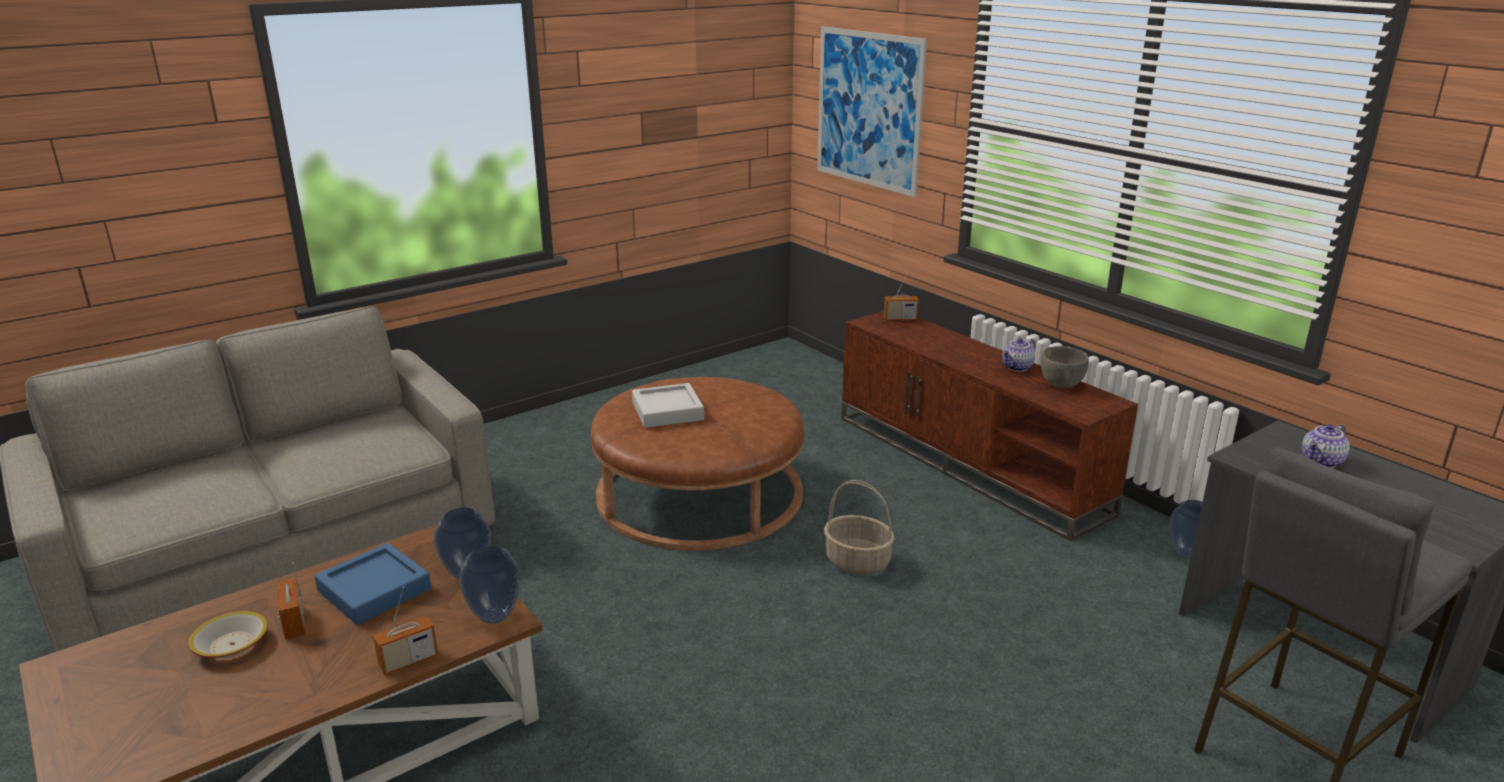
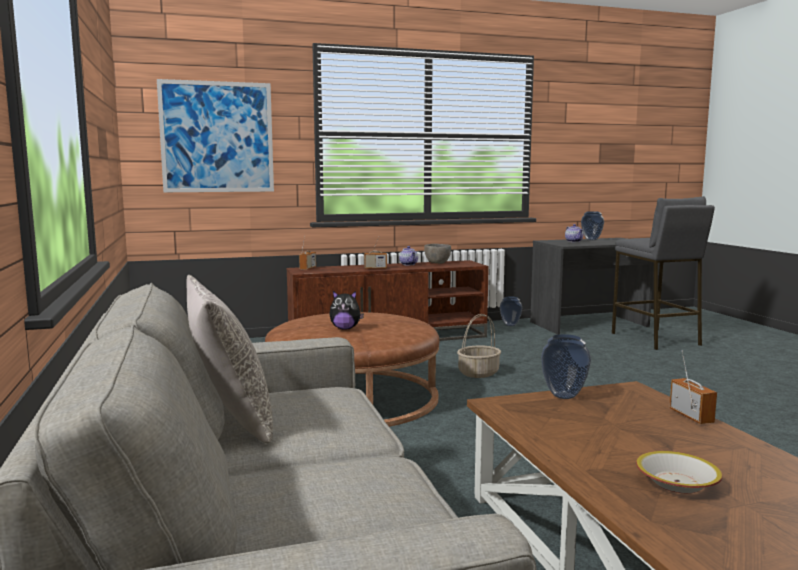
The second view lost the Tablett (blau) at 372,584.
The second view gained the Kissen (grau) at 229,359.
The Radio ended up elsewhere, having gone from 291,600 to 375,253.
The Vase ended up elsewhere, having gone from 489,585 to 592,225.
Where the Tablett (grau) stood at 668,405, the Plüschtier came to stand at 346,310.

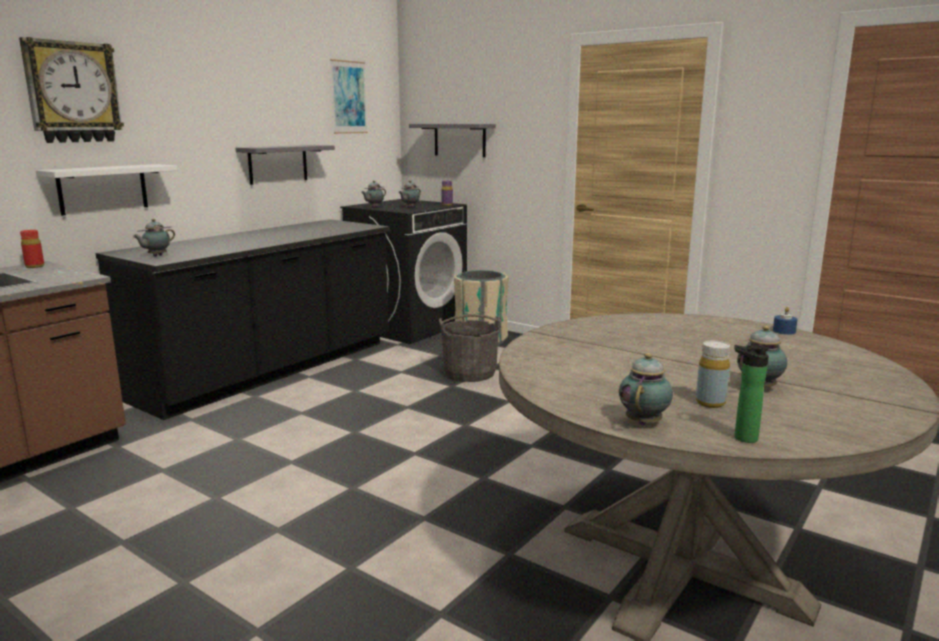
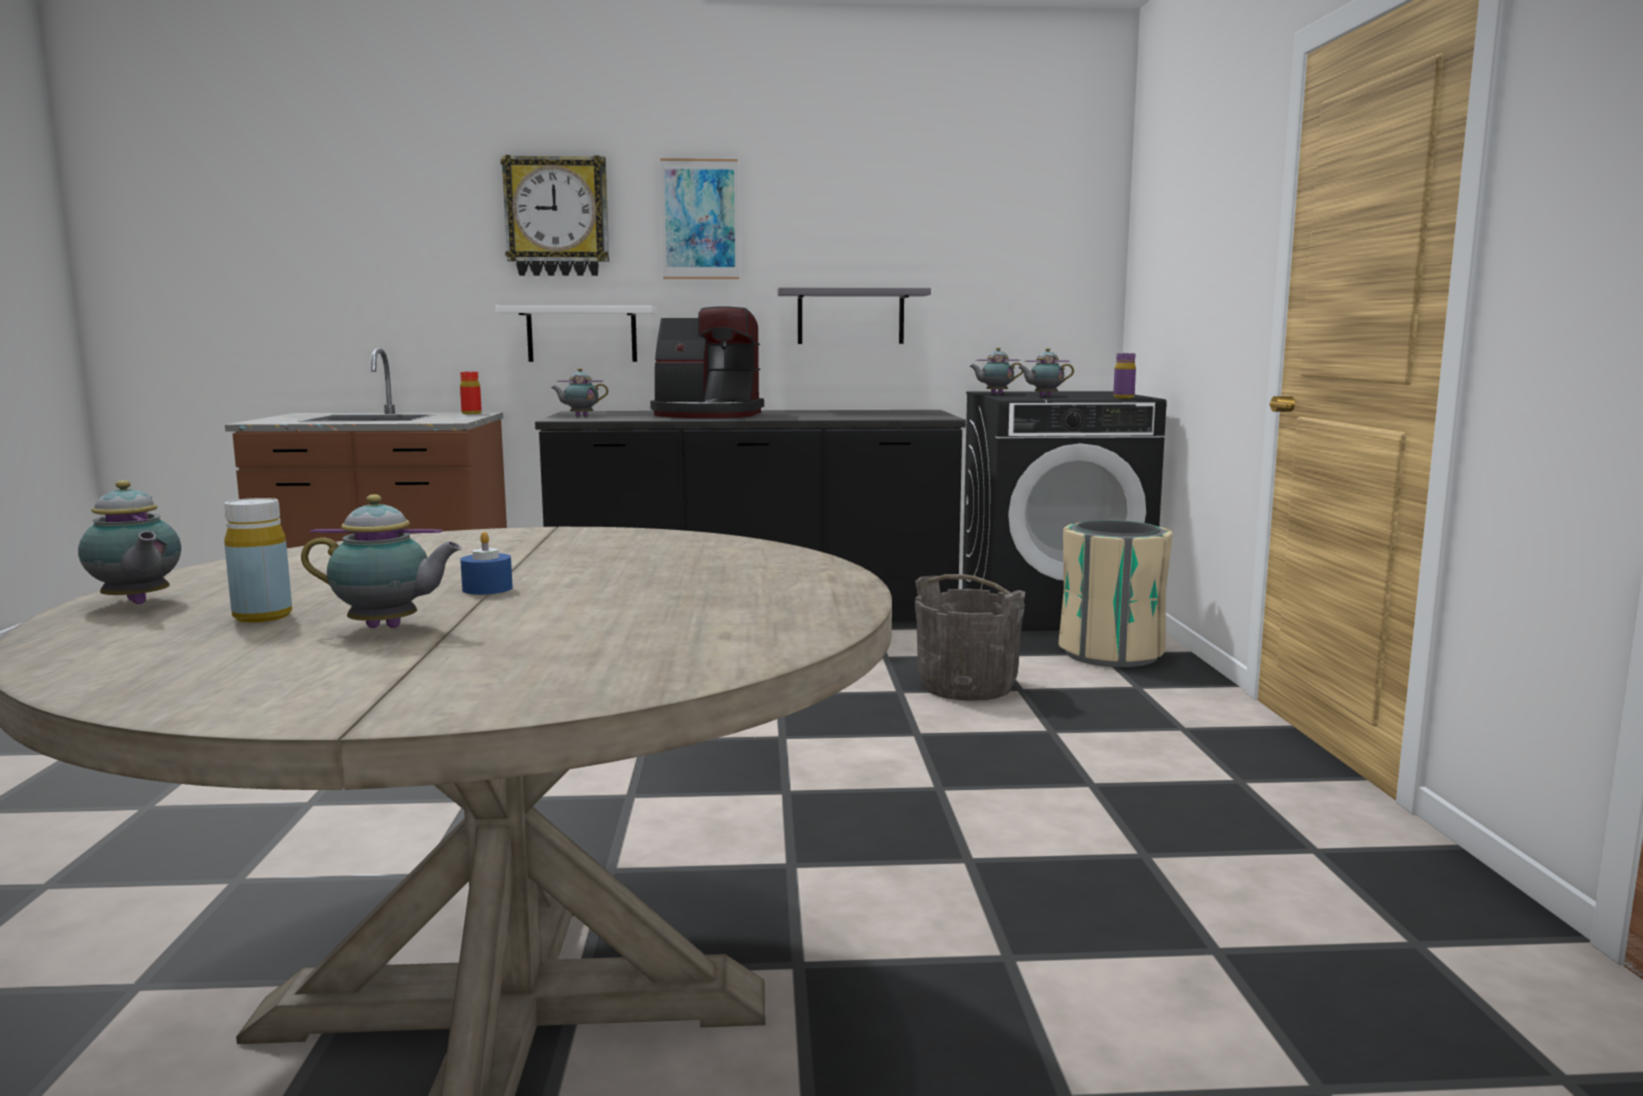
The second view lost the Wandregal (grau) at 452,140.
The second view lost the Flasche at 752,394.
The second view gained the Kaffeemaschine at 707,362.
The Bild ended up elsewhere, having gone from 349,96 to 699,218.
The Kerze (blau) ended up elsewhere, having gone from 785,321 to 486,563.
The Teekanne at 646,389 ended up facing another way, 60 degrees clockwise from before.

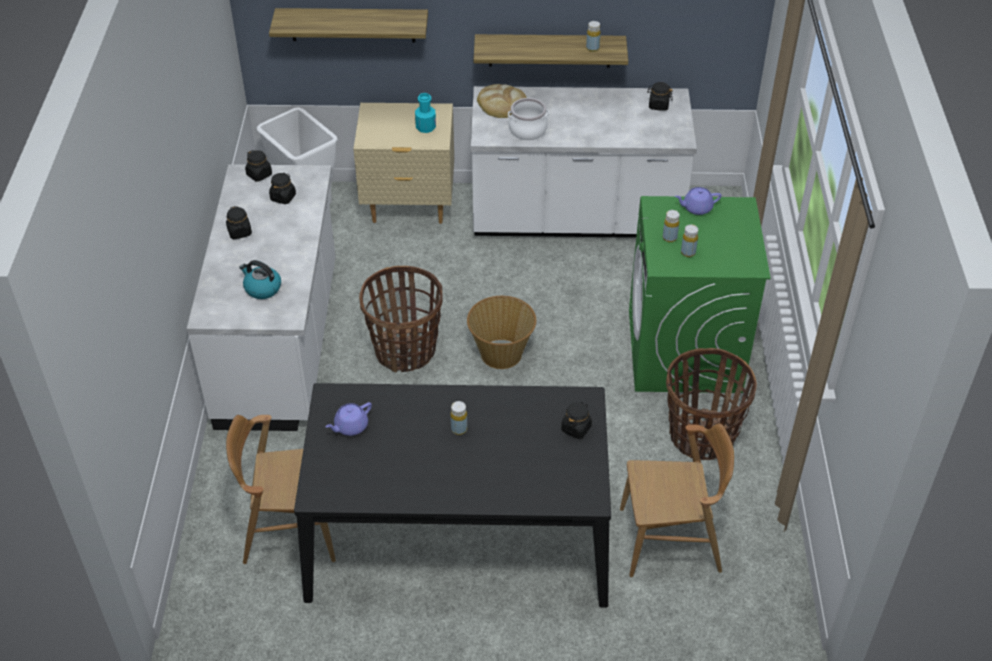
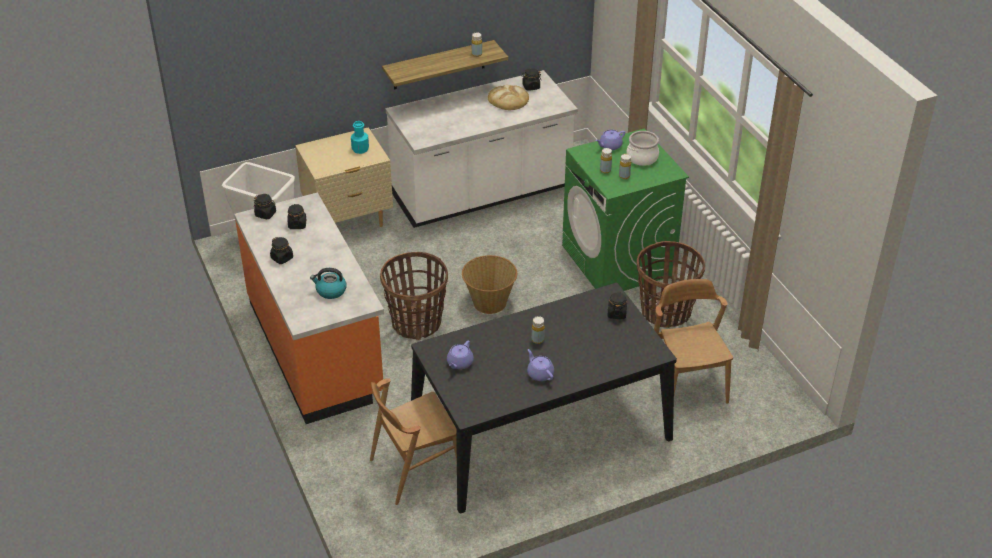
The second view lost the Wandregal at 348,25.
The second view gained the Teekanne (lila) at 540,365.
The Brot ended up elsewhere, having gone from 502,101 to 508,97.
The Kochtopf ended up elsewhere, having gone from 528,119 to 643,148.
What was the Küchenzeile (weiß) at 261,297 turned into the Küchenzeile (orange) at 309,308.
The Stuhl (braun) at 677,500 ended up facing another way, 75 degrees counterclockwise from before.

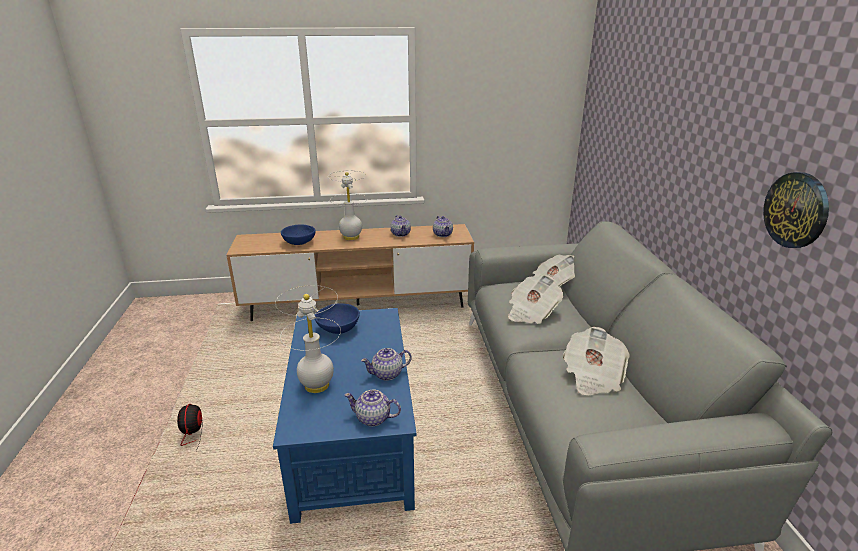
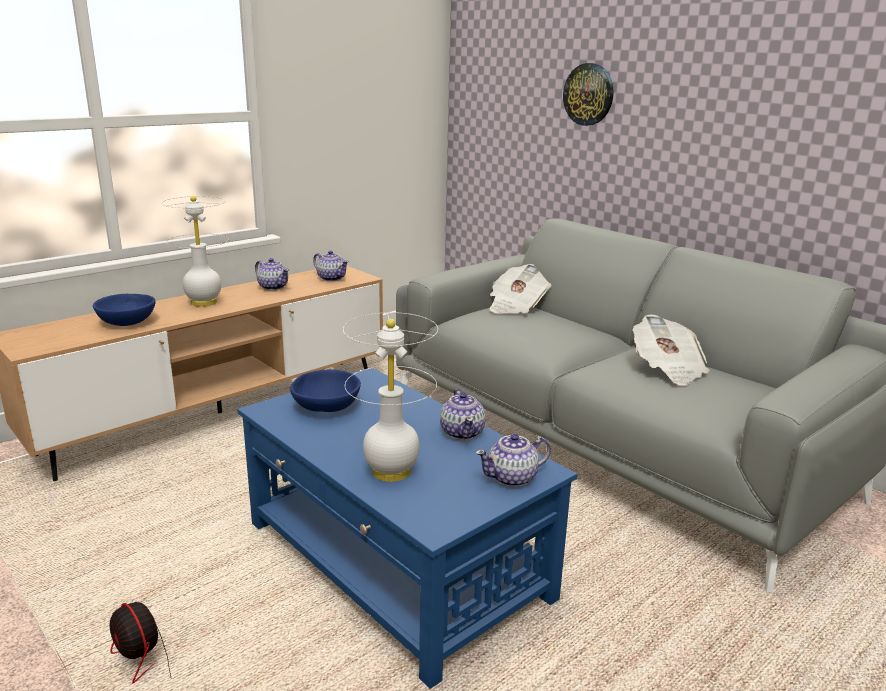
The second view lost the Zeitung at 535,299.
The Wanduhr ended up elsewhere, having gone from 796,210 to 588,94.
The Teekanne at 386,364 ended up facing another way, 45 degrees counterclockwise from before.

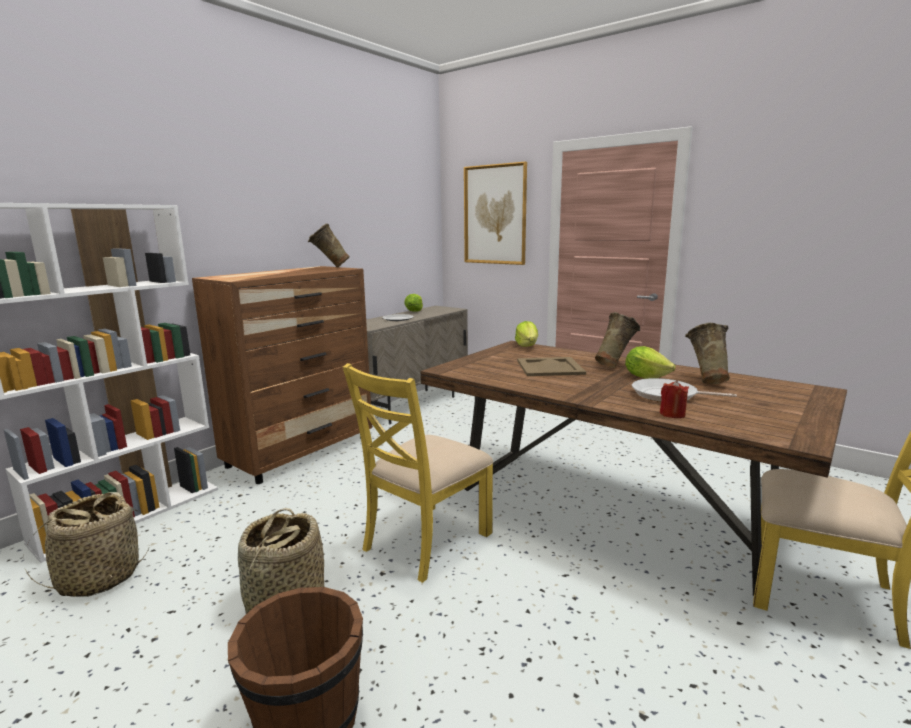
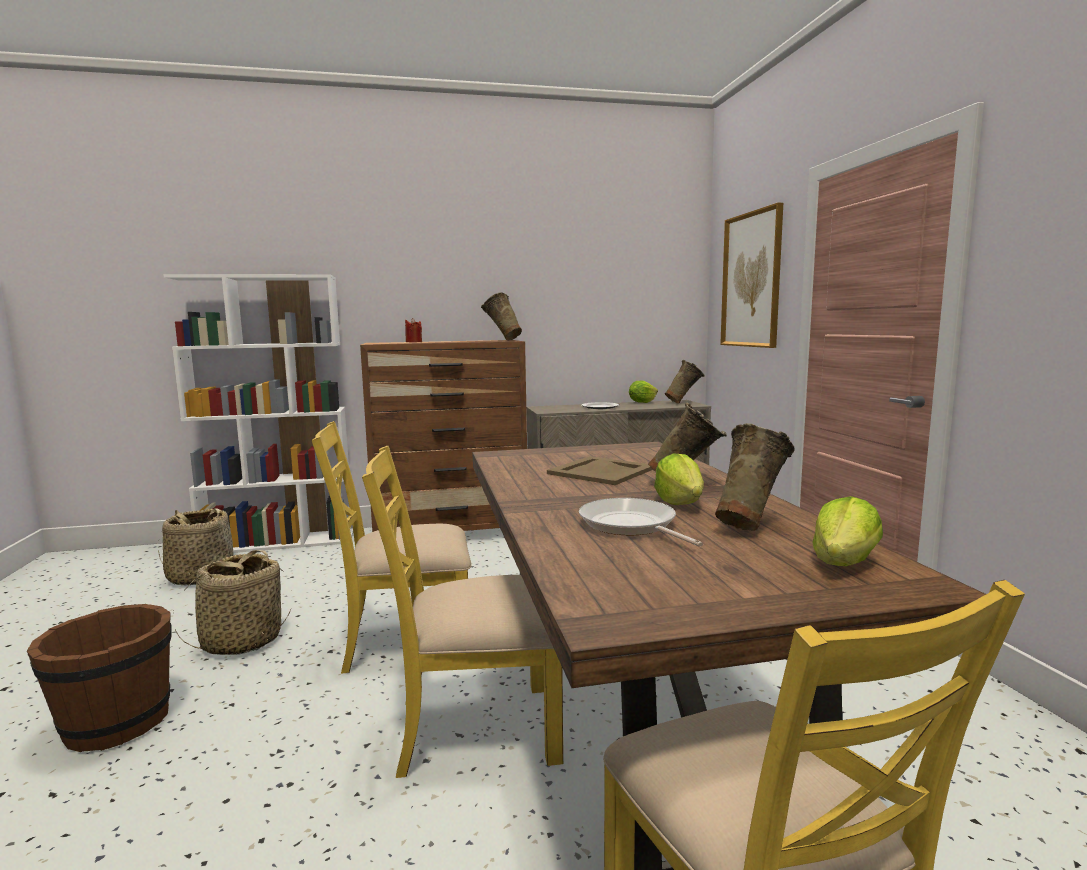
The second view gained the Stuhl (gelb) at 462,611.
The second view gained the Vase (beige) at 684,382.
The Salatkopf ended up elsewhere, having gone from 526,334 to 847,531.
The Kerze (rot) ended up elsewhere, having gone from 674,399 to 413,330.

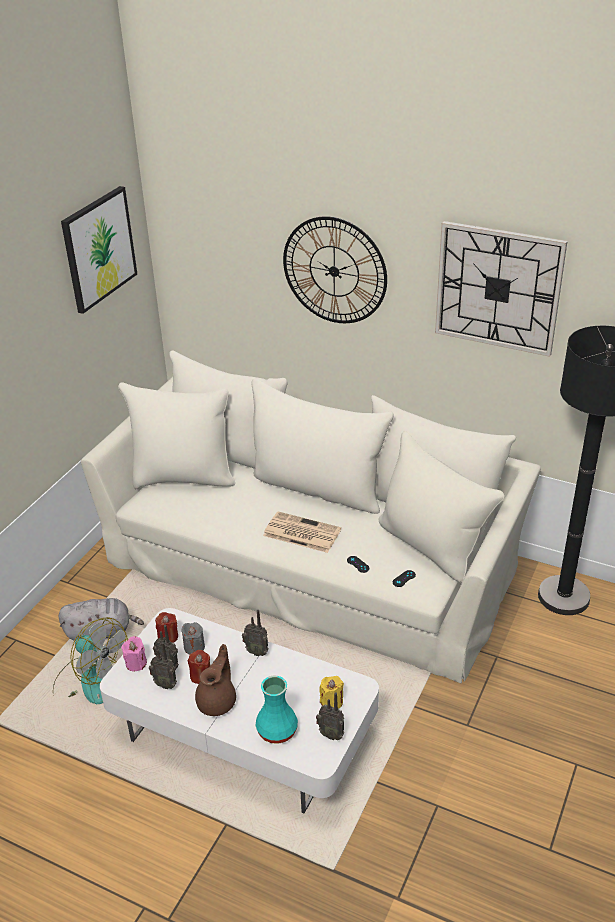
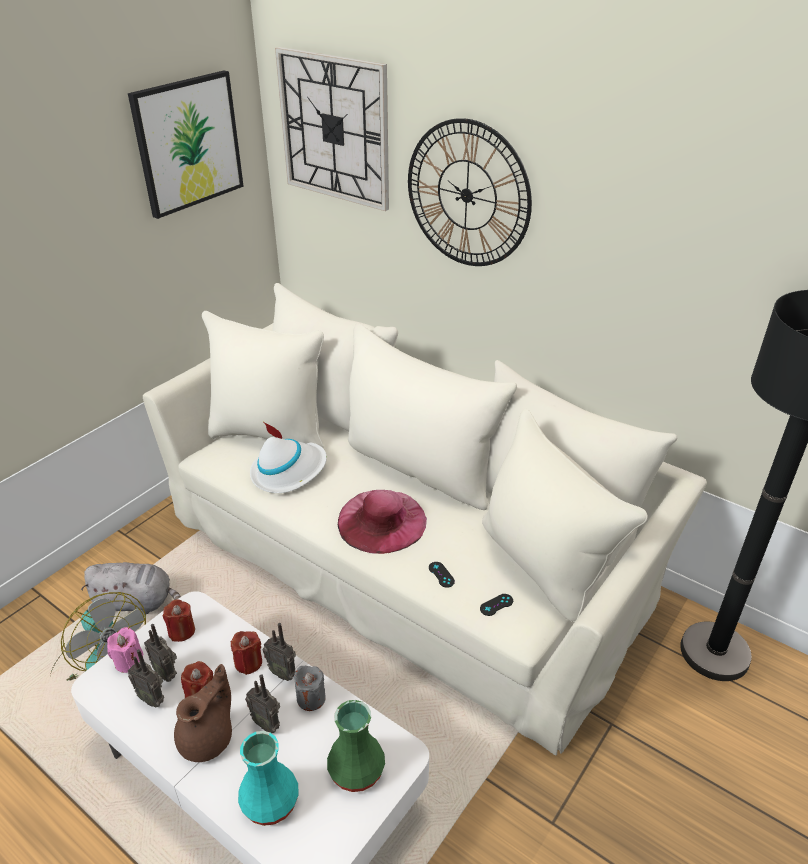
The second view gained the Kerze (rot) at 246,653.
The second view gained the Hut (weiß) at 288,457.
The Kerze (grau) ended up elsewhere, having gone from 193,638 to 310,688.
The Radio ended up elsewhere, having gone from 330,716 to 262,703.
The Wanduhr ended up elsewhere, having gone from 501,289 to 332,129.
Where the Zeitung stood at 302,532, the Hut (rosa) came to stand at 382,522.
Where the Kerze (gelb) stood at 331,692, the Vase (grün) came to stand at 356,746.

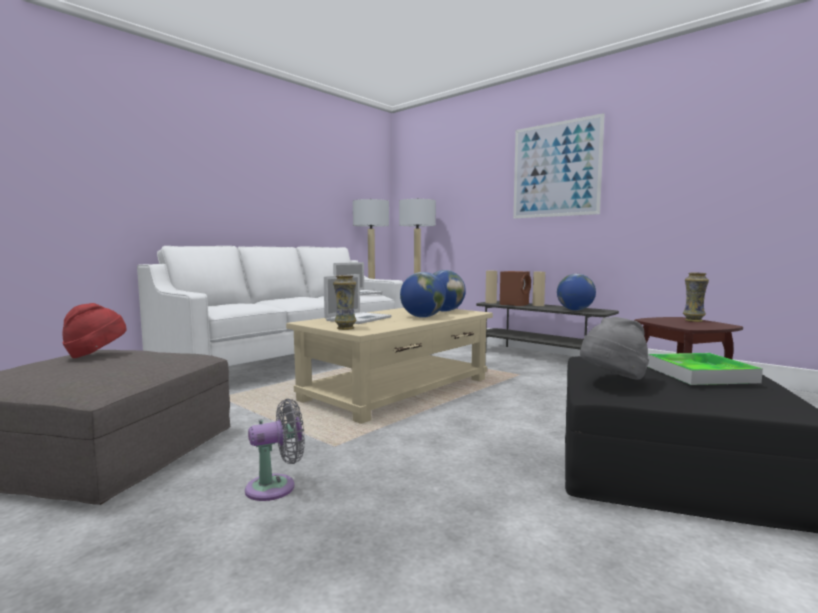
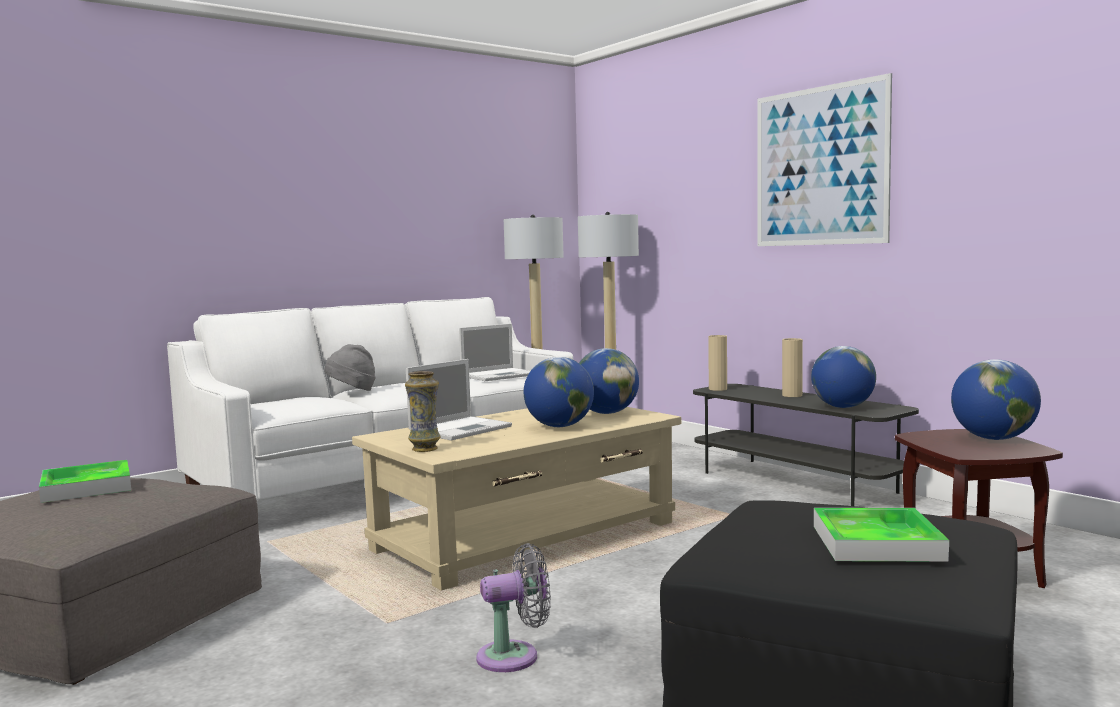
The second view lost the Lautsprecher (braun) at 515,288.
The Ventilator (grau) ended up elsewhere, having gone from 275,449 to 513,607.
The Hut (grau) ended up elsewhere, having gone from 614,348 to 350,367.
Where the Hut (rot) stood at 94,330, the Tablett came to stand at 85,481.
Where the Vase stood at 696,297, the Globus came to stand at 996,399.

